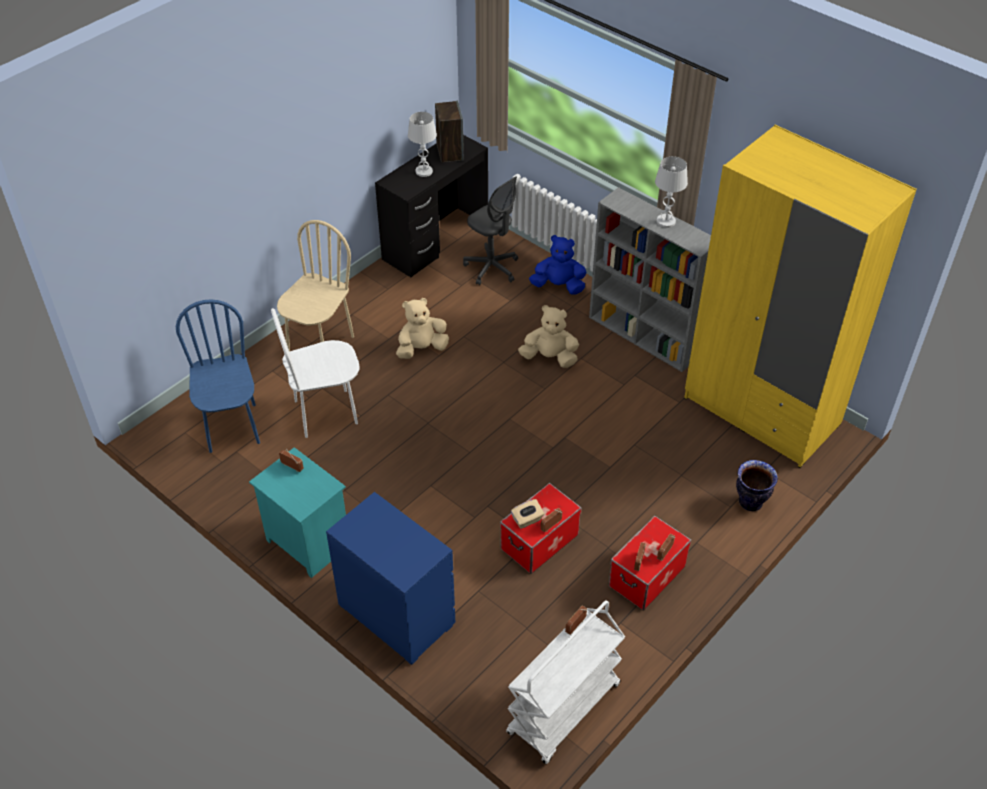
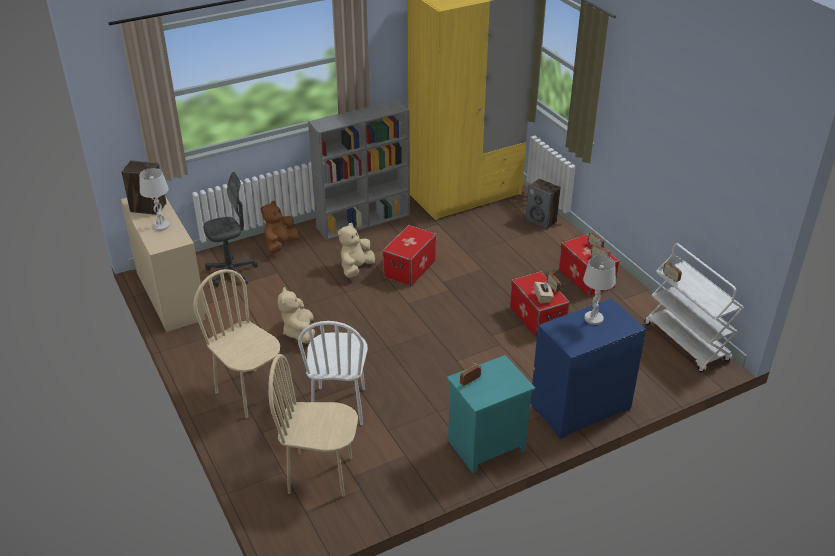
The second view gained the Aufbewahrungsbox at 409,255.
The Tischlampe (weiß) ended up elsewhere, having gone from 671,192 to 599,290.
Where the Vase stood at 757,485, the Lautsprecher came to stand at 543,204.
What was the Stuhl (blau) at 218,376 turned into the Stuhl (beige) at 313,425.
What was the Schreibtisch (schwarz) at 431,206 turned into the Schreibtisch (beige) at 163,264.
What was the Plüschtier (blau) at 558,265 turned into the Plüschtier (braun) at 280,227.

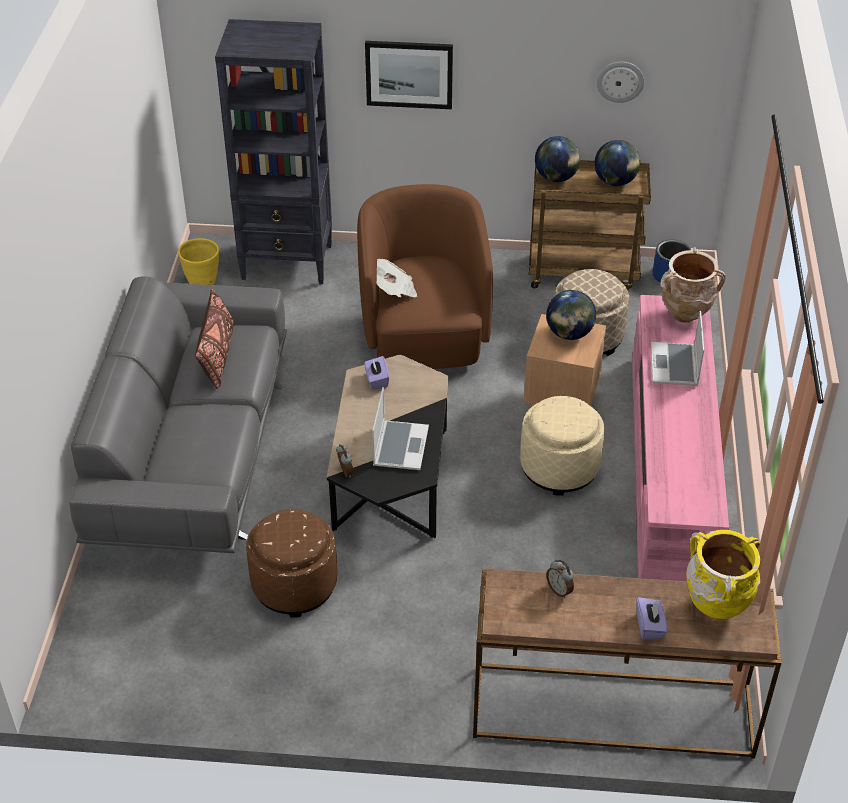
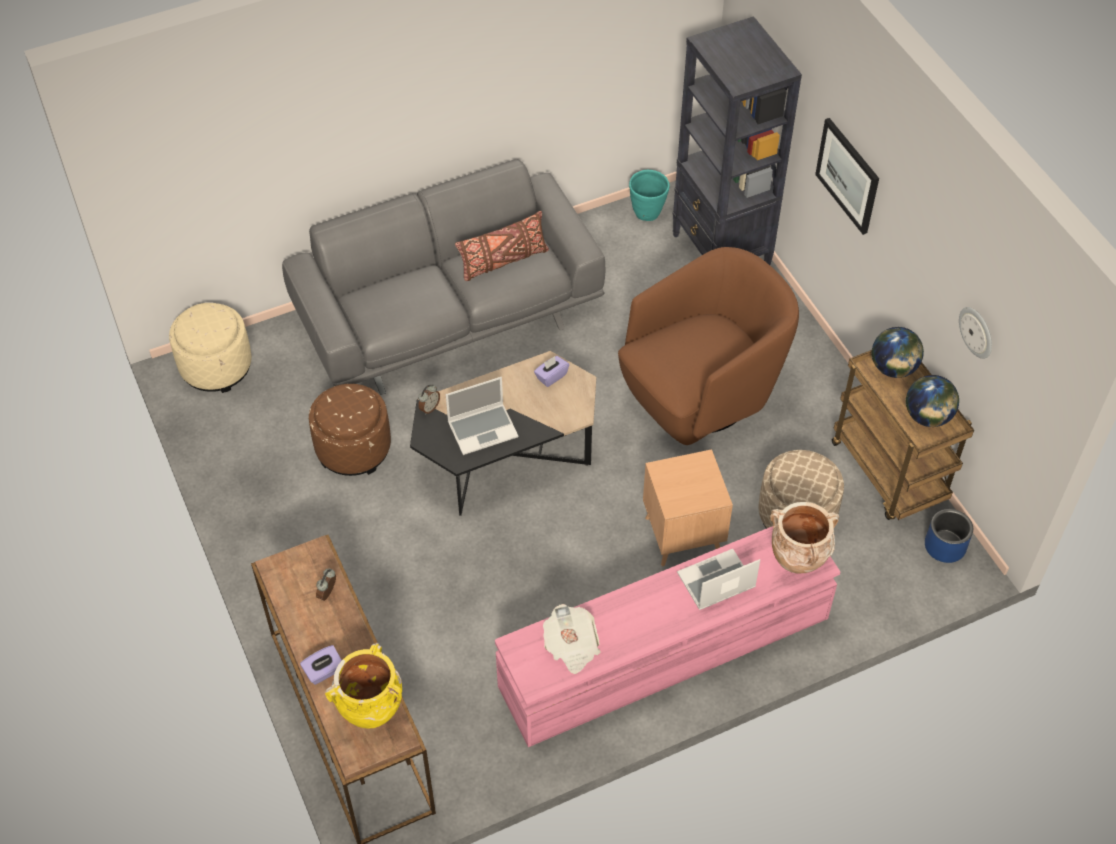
The second view lost the Globus at 571,315.
The Zeitung ended up elsewhere, having gone from 397,278 to 571,639.
The Polsterhocker (beige) ended up elsewhere, having gone from 562,446 to 210,348.
What was the Pflanzkübel (gelb) at 198,261 turned into the Pflanzkübel (türkis) at 649,195.

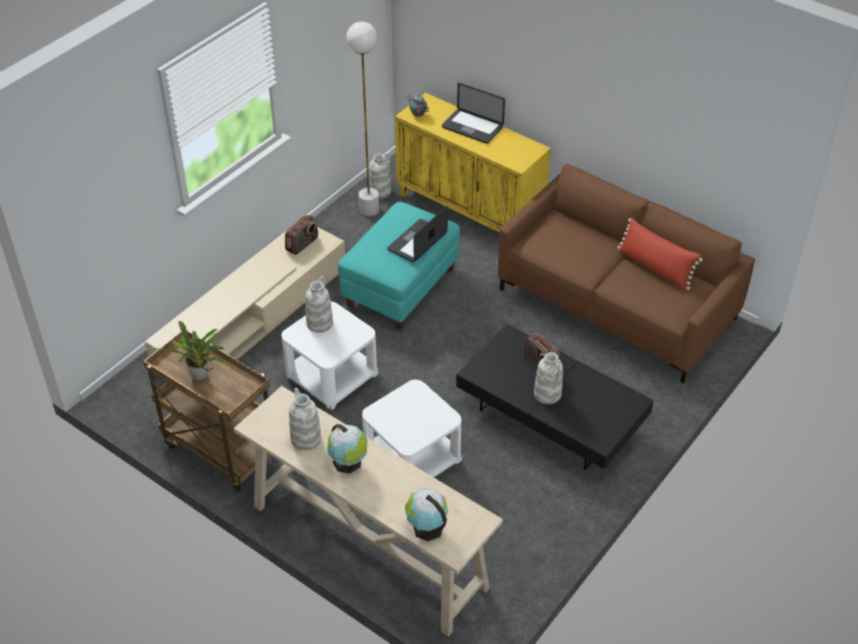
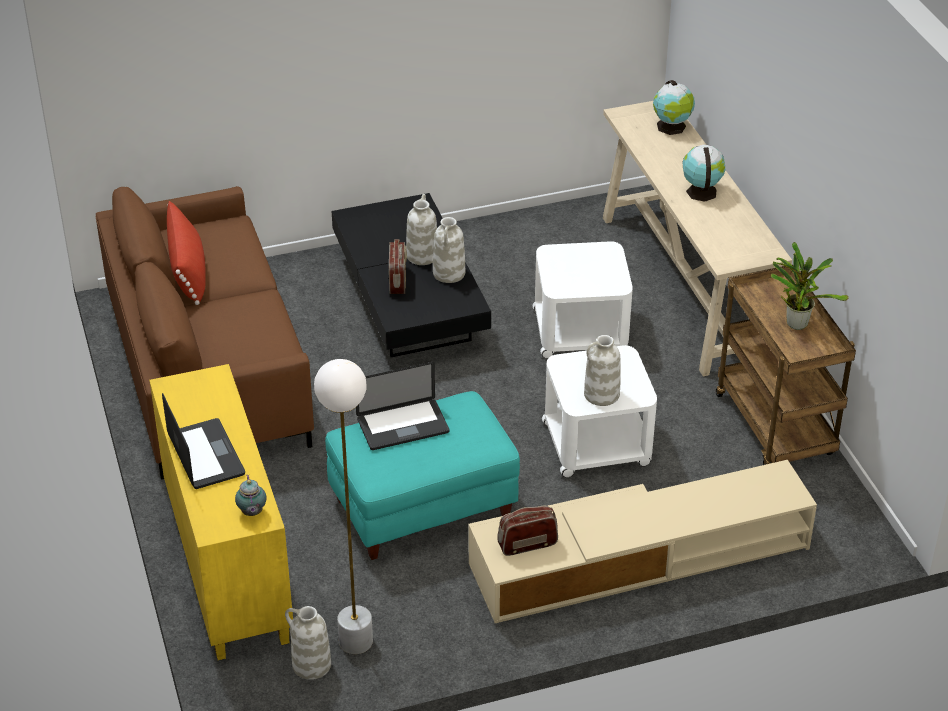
The Vase (weiß) ended up elsewhere, having gone from 305,419 to 449,250.

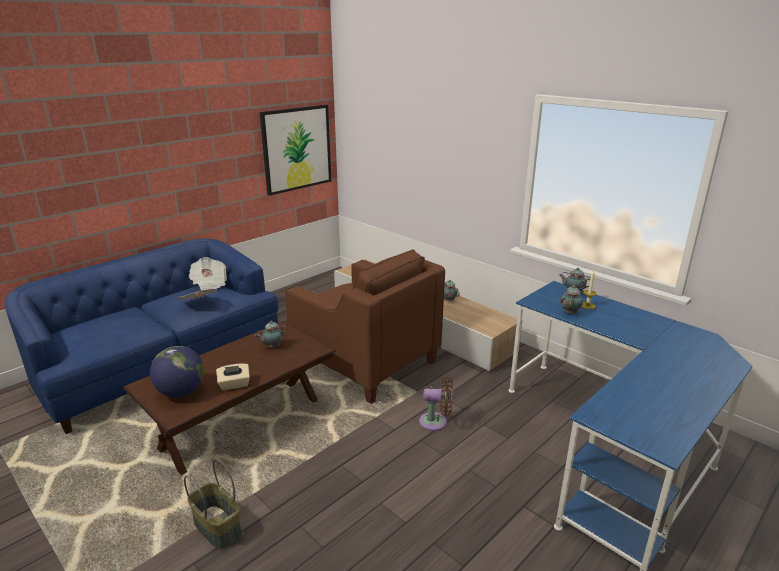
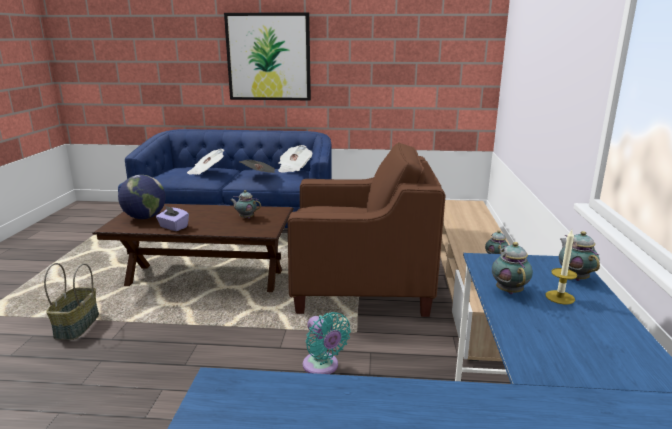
The second view gained the Zeitung at 205,162.
The Bild ended up elsewhere, having gone from 295,150 to 267,56.
What was the Taschentuchbox (beige) at 233,377 turned into the Taschentuchbox (lila) at 172,218.
What was the Ventilator (braun) at 436,404 turned into the Ventilator (türkis) at 327,343.
The Sessel (braun) at 365,327 ended up facing another way, 90 degrees counterclockwise from before.
The Teekanne at 571,299 ended up facing another way, 75 degrees counterclockwise from before.

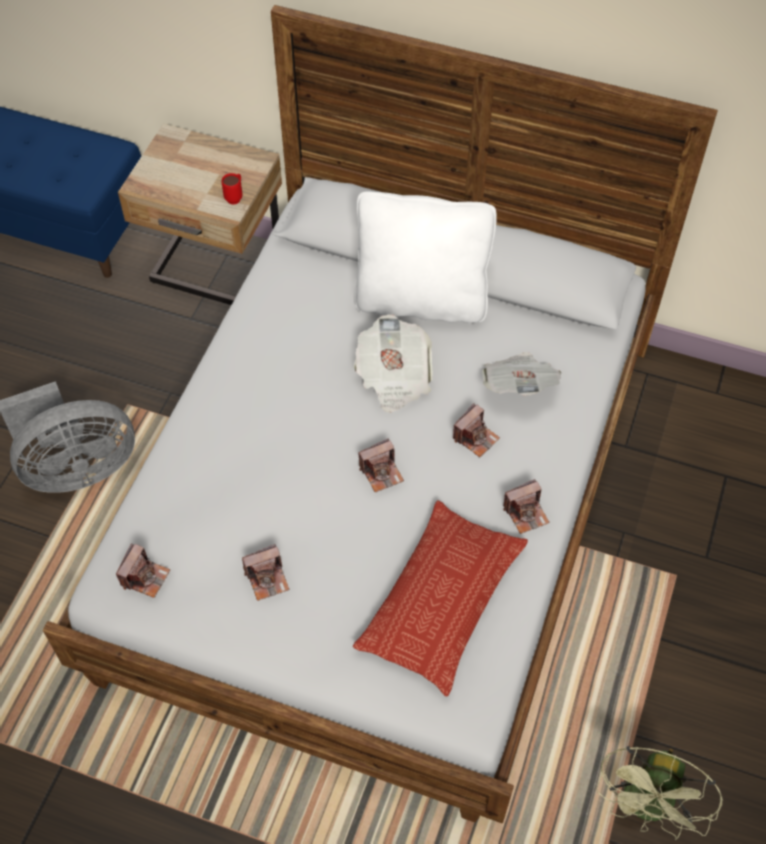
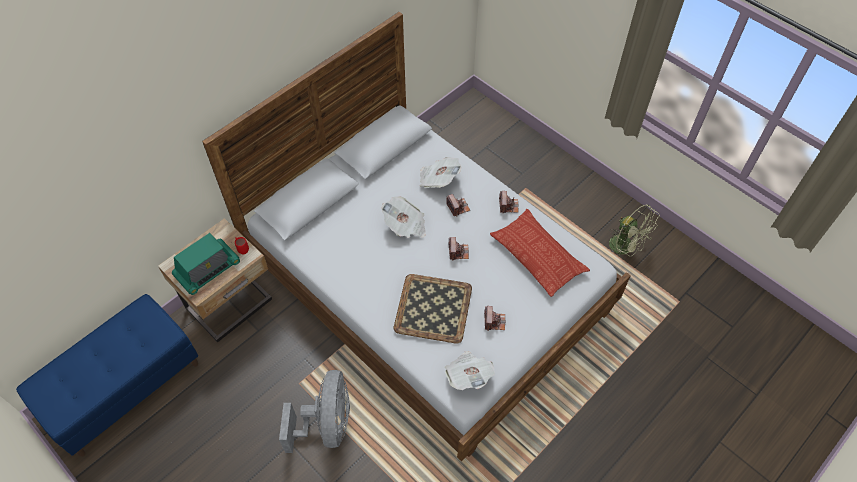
The second view lost the Kissen (weiß) at 426,257.
The second view gained the Radio at 206,264.
The second view gained the Tablett at 433,309.
Where the Kamera stood at 143,570, the Zeitung came to stand at 469,370.

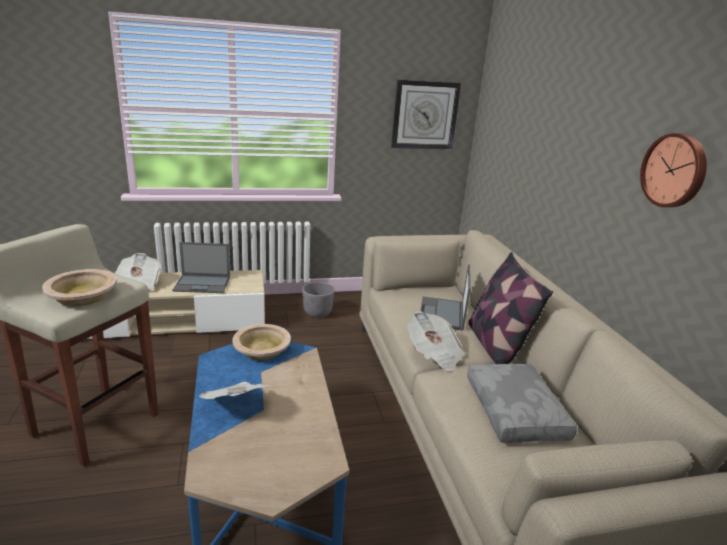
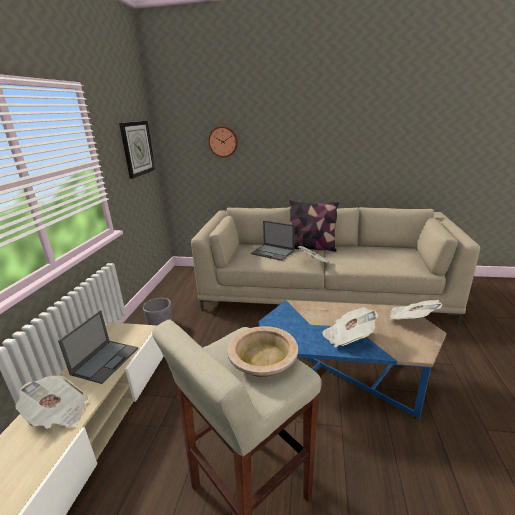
The second view lost the Schüssel (beige) at 261,342.
The second view lost the Kissen (grau) at 522,403.
The second view gained the Zeitung at 416,310.
The Wanduhr ended up elsewhere, having gone from 673,170 to 223,141.

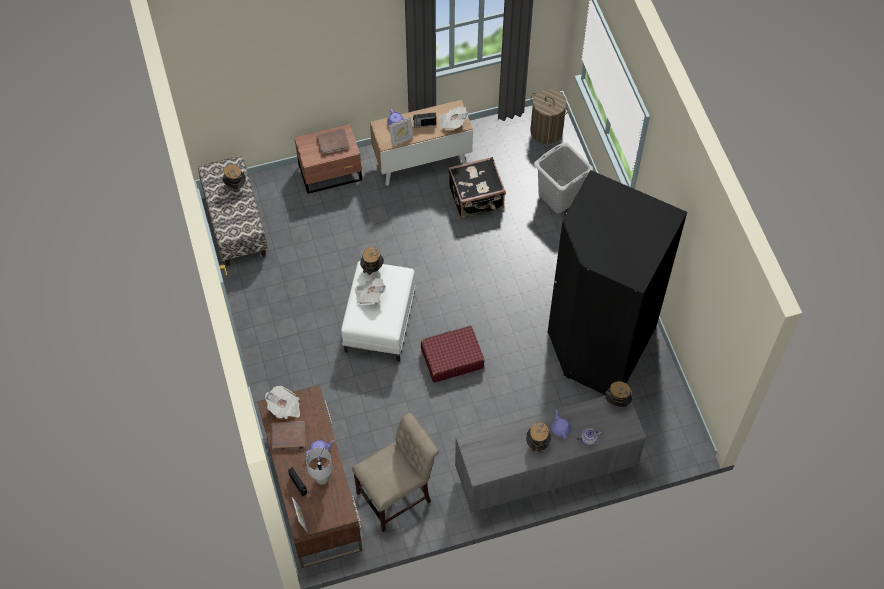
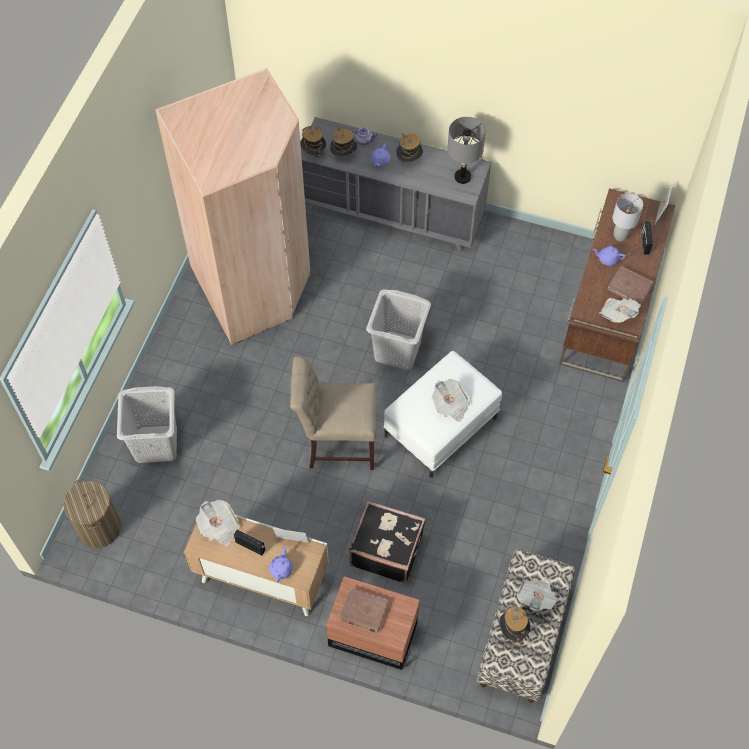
The second view gained the Tischlampe (grau) at 467,150.
The second view gained the Zeitung at 537,595.
The Stuhl (beige) ended up elsewhere, having gone from 395,472 to 333,413.
The Hut ended up elsewhere, having gone from 372,262 to 344,142.
The Koffer (schwarz) ended up elsewhere, having gone from 477,187 to 387,542.
Where the Koffer (rot) stood at 453,354, the Wäschekorb (grau) came to stand at 398,329.
What was the Kleiderschrank (schwarz) at 617,282 turned into the Kleiderschrank (beige) at 233,206.

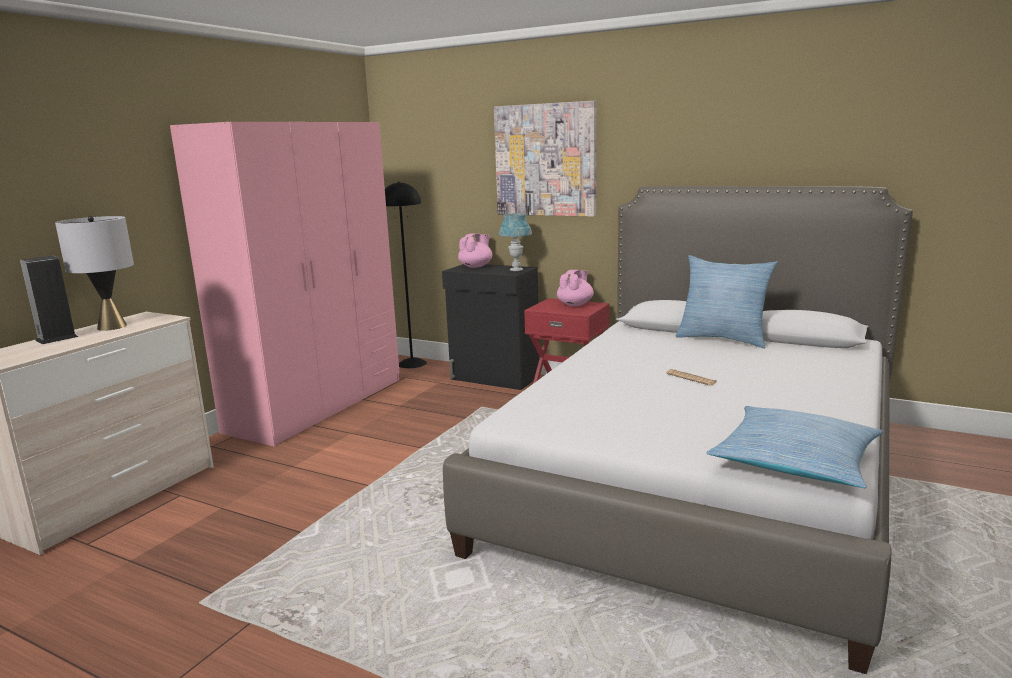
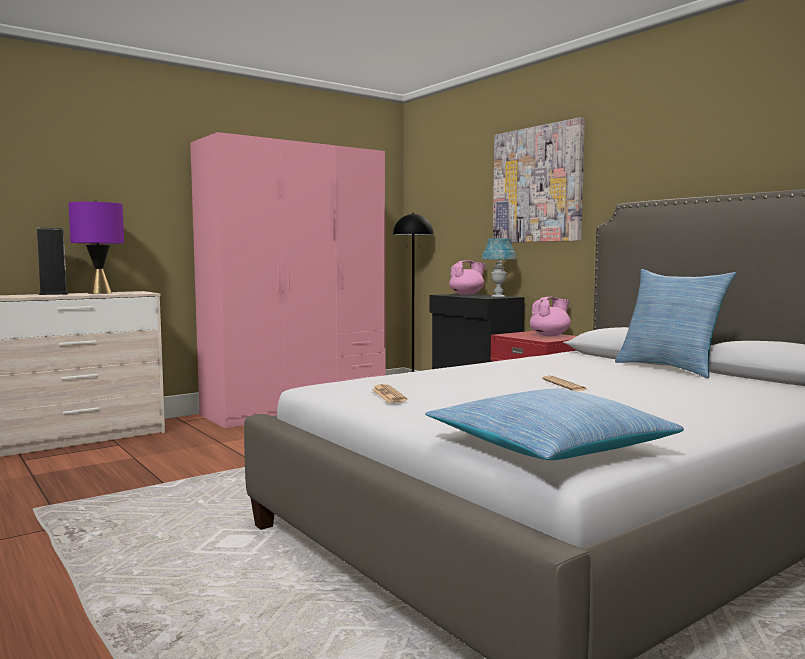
The second view gained the Zeitung at 389,393.
What was the Tischlampe (grau) at 94,273 turned into the Tischlampe (lila) at 96,247.

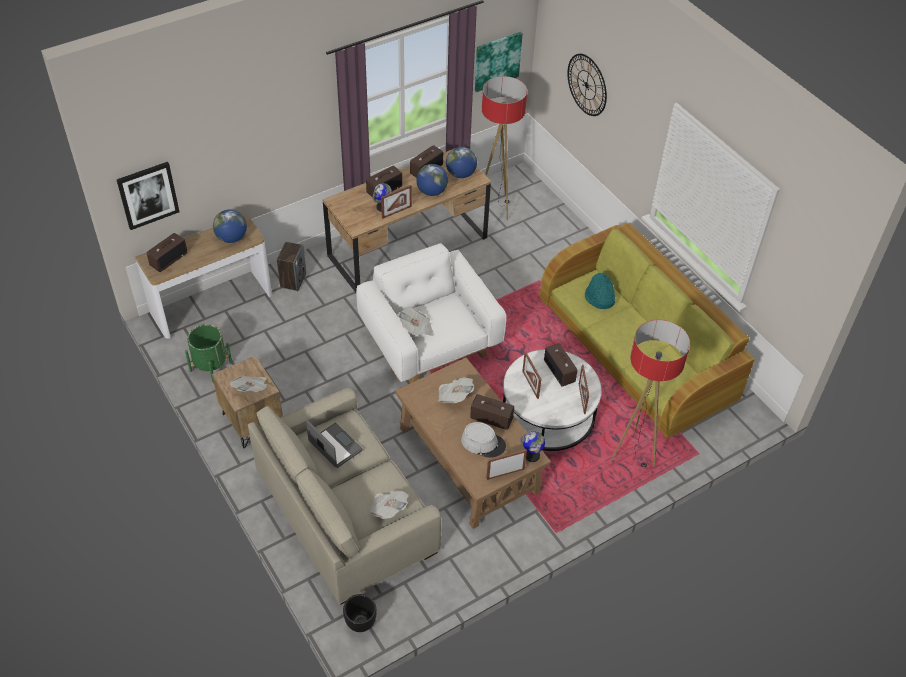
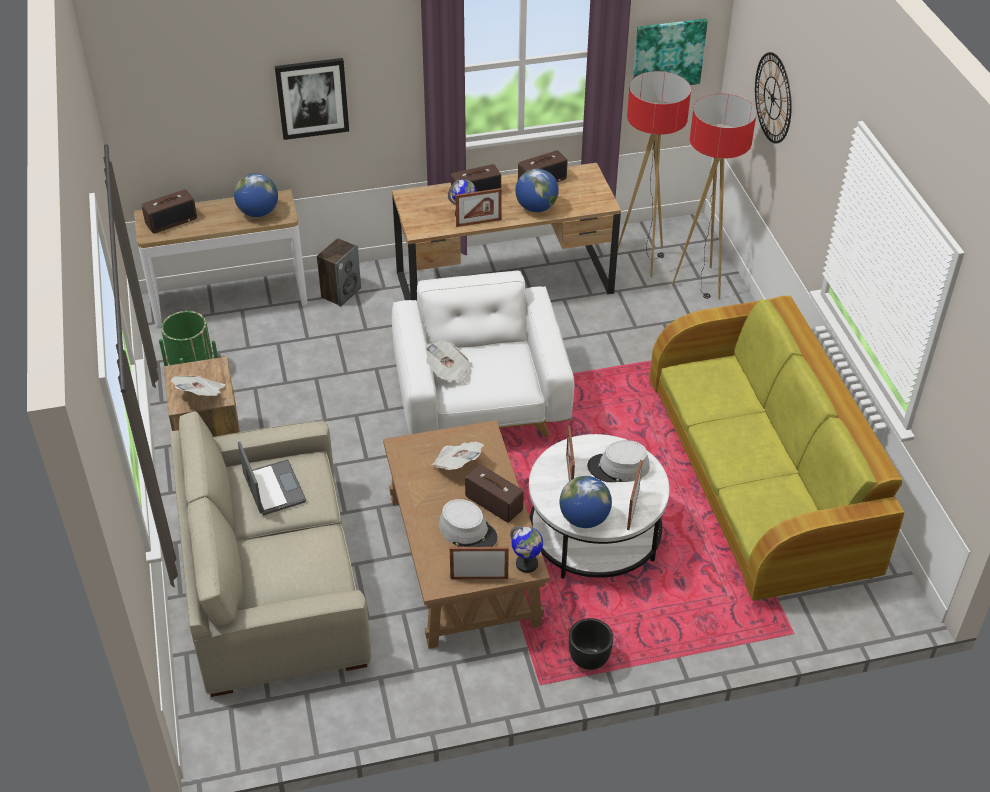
The second view lost the Zeitung at 389,504.
The second view lost the Hut (türkis) at 600,291.
The Bild ended up elsewhere, having gone from 148,196 to 312,99.
The Pflanzkübel (schwarz) ended up elsewhere, having gone from 360,613 to 591,644.
The Globus ended up elsewhere, having gone from 461,162 to 586,502.
The Stehlampe ended up elsewhere, having gone from 650,394 to 714,196.
Where the Radio stood at 560,365, the Hut (grau) came to stand at 618,461.

